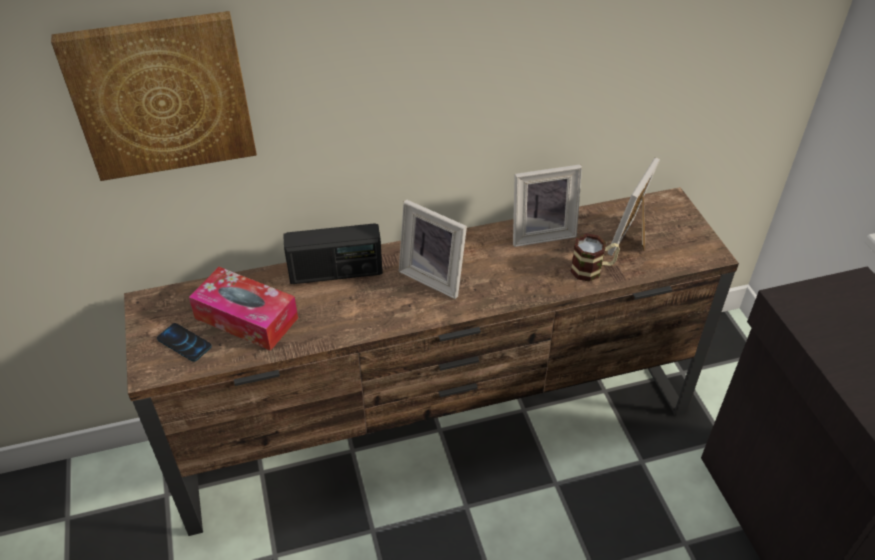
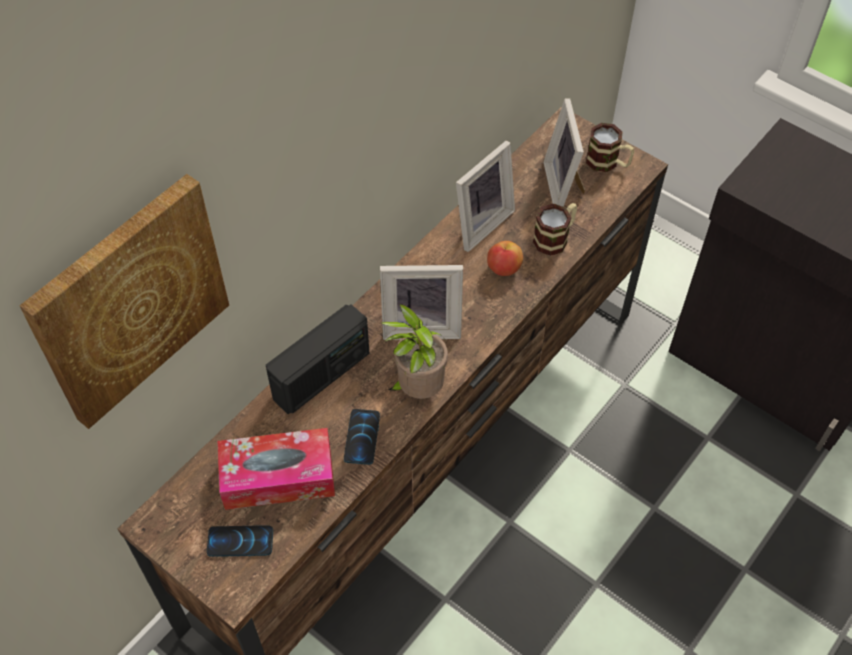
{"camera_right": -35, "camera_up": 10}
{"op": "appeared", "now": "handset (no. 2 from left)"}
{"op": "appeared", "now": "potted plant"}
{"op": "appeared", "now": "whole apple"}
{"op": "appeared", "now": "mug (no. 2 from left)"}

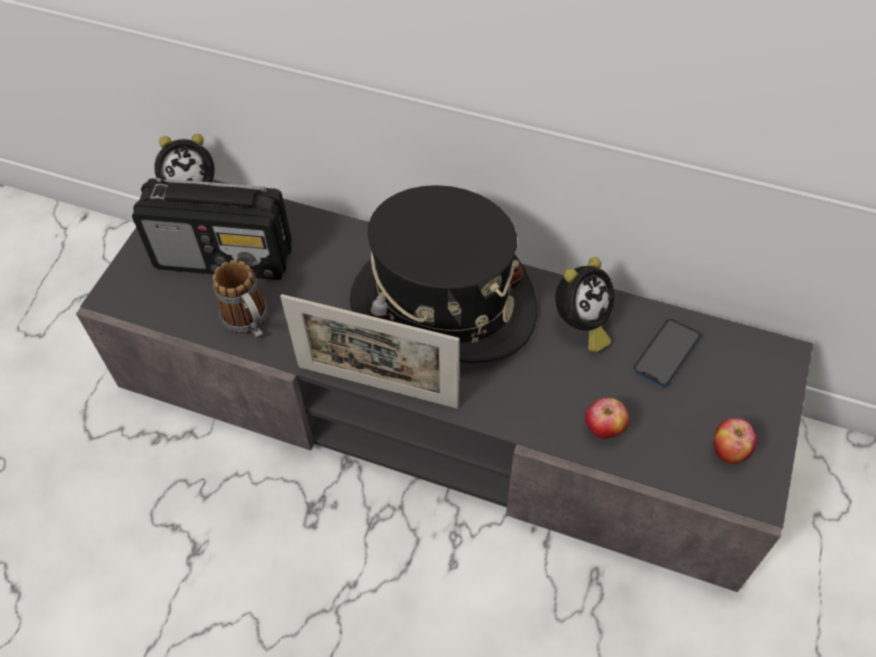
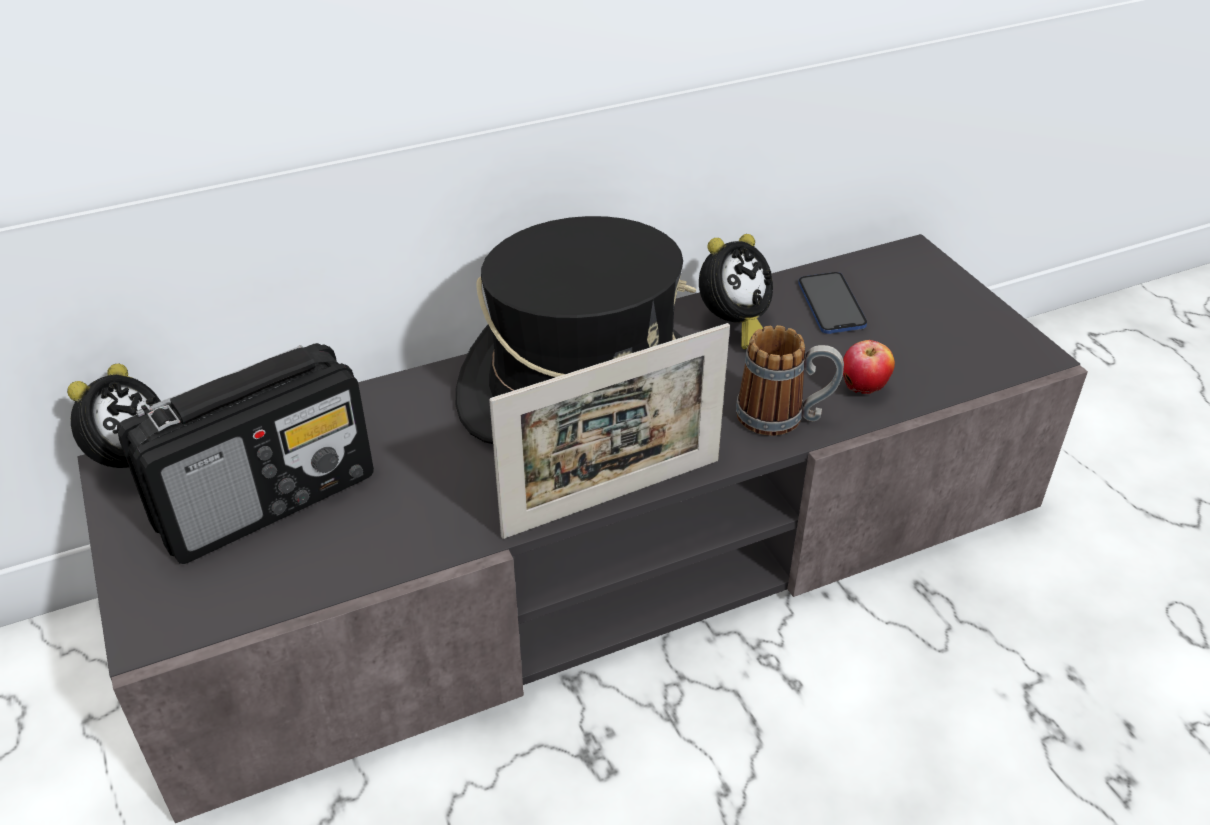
{"camera_right": -45, "camera_up": -15}
{"op": "spun", "was": "alarm clock (no. 2 from left)", "clockwise": 45}
{"op": "relocated", "was": "mug"}
{"op": "missing", "was": "whole apple (no. 2 from left)"}

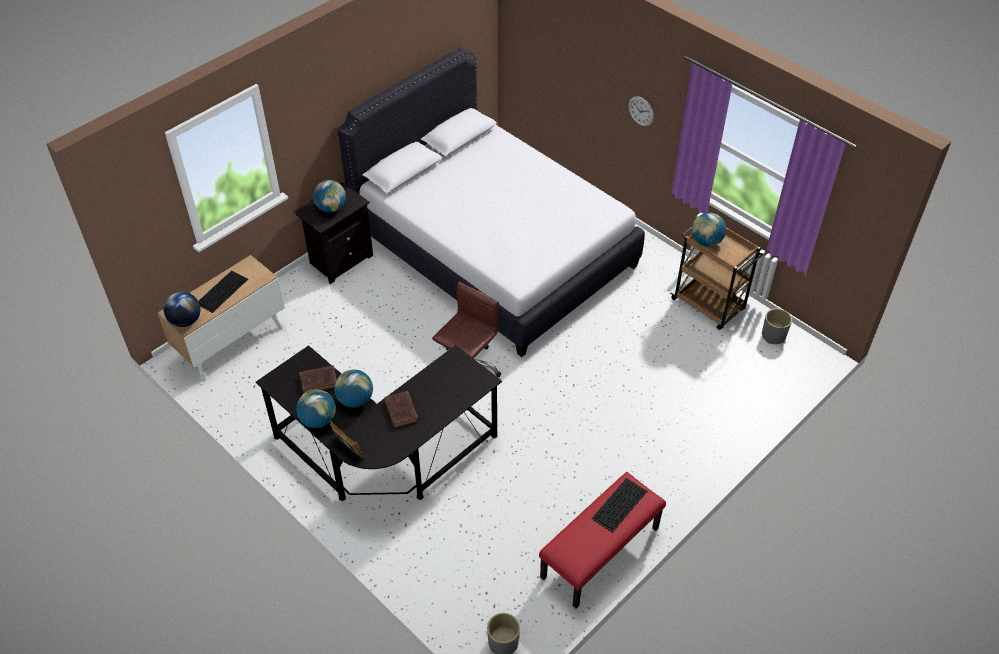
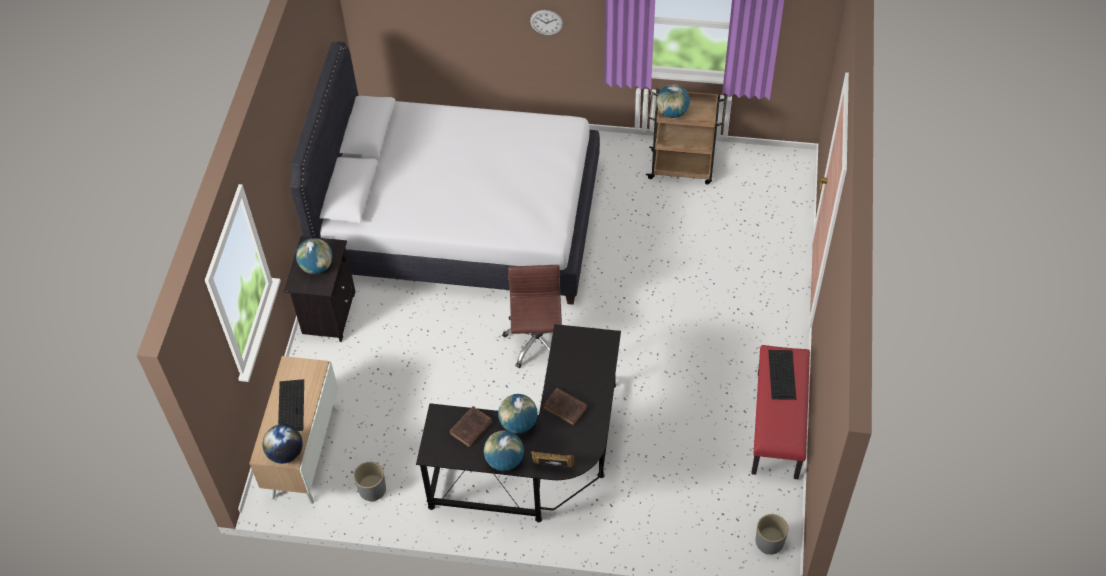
{"camera_right": -35, "camera_up": 5}
{"op": "relocated", "was": "flower pot/gray (no. 2 from left in the first image)", "now": "flower pot/gray (no. 1 from left)"}

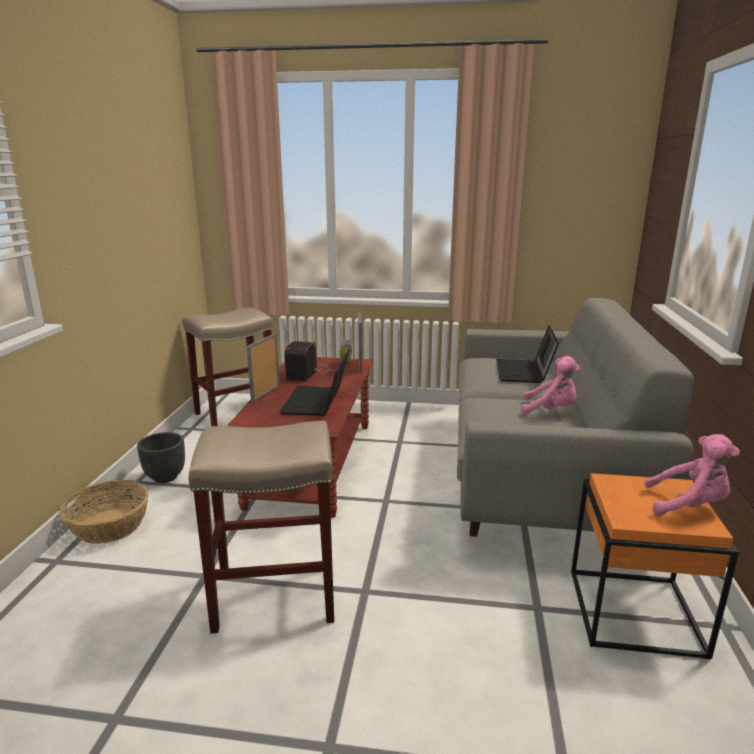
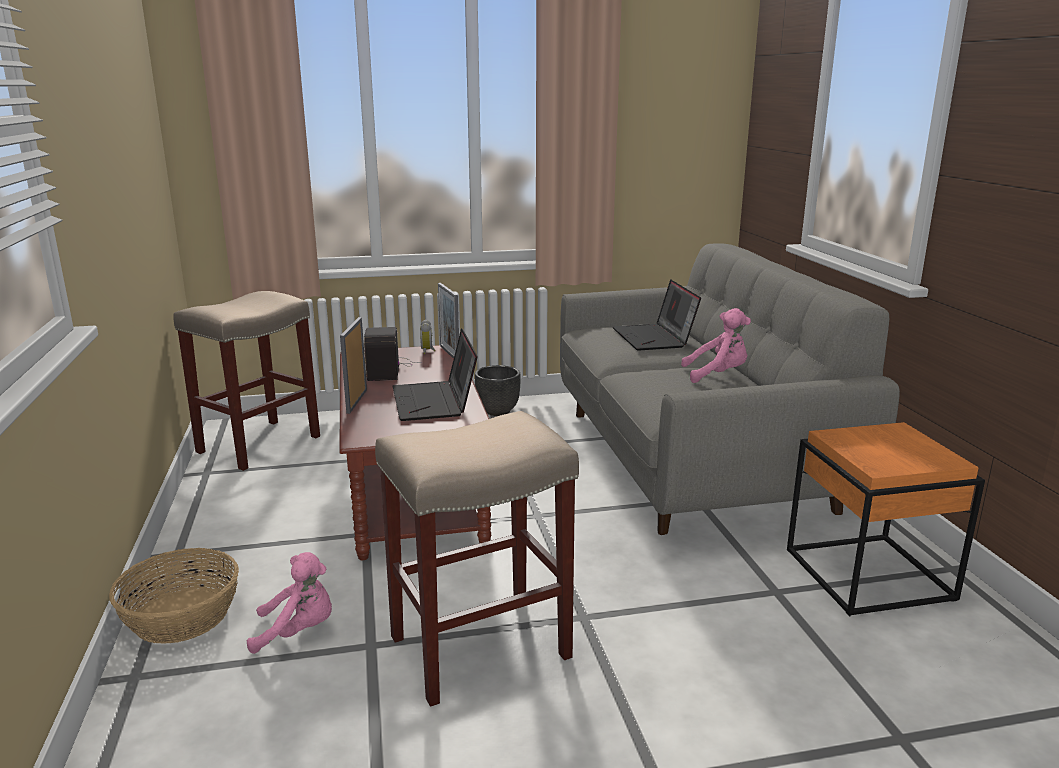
{"camera_right": -20, "camera_up": 0}
{"op": "relocated", "was": "plush toy/pinkish (no. 2 from left in the first image)", "now": "plush toy/pinkish (no. 1 from left)"}
{"op": "relocated", "was": "flower pot/blackish"}

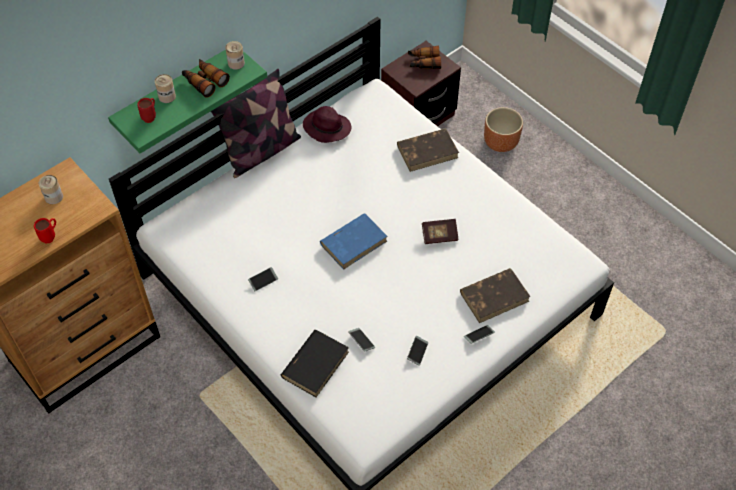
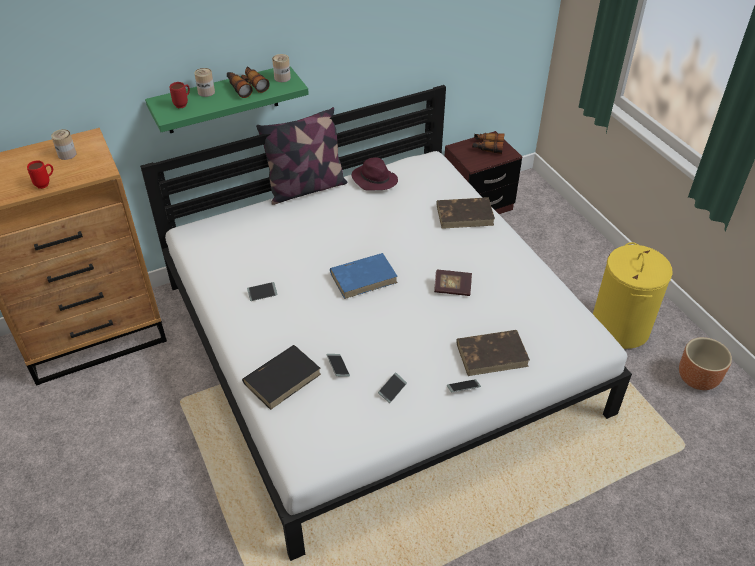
{"camera_right": 15, "camera_up": -10}
{"op": "appeared", "now": "laundry basket/yellowish"}
{"op": "relocated", "was": "flower pot/brown-coloured"}

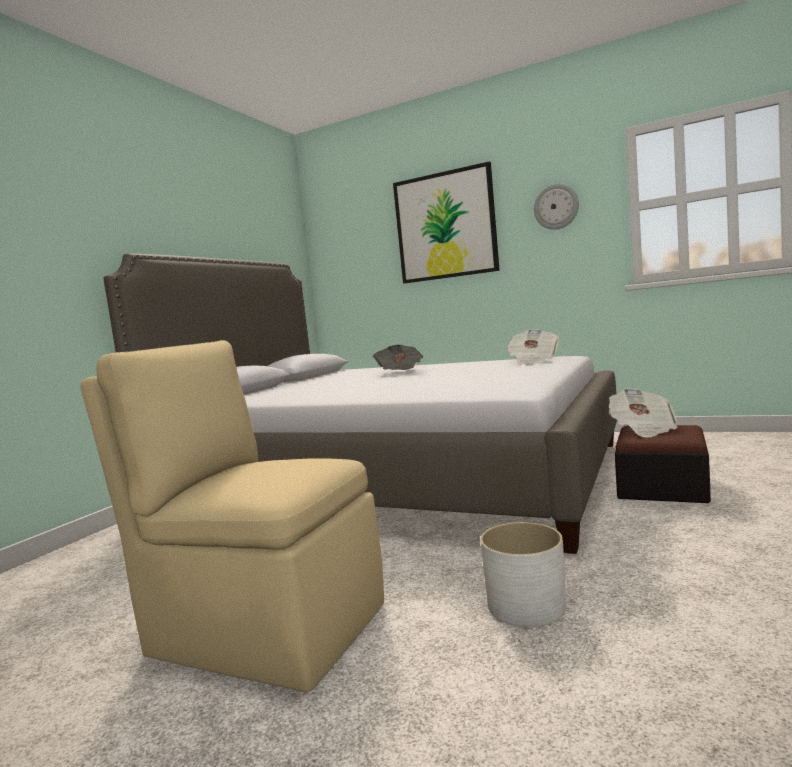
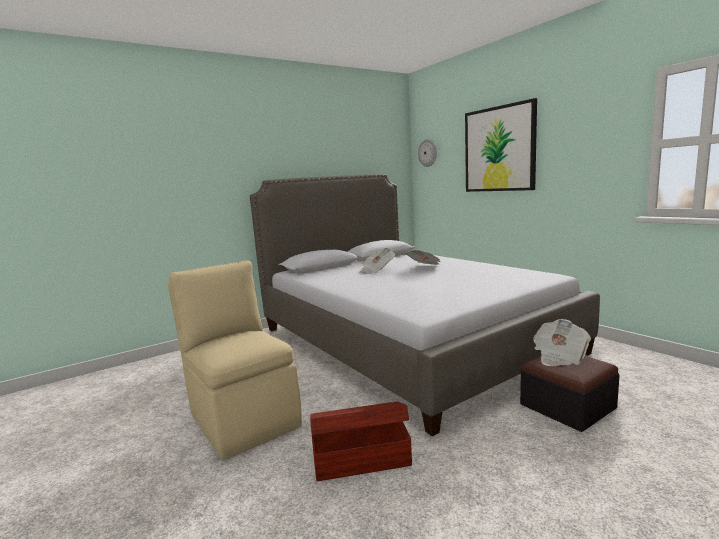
{"camera_right": 30, "camera_up": 5}
{"op": "exchanged", "was": "flower pot/white-coloured", "now": "storage bin/brown-coloured"}
{"op": "relocated", "was": "daily paper (no. 2 from left in the first image)", "now": "daily paper (no. 1 from left)"}
{"op": "relocated", "was": "hanging clock"}

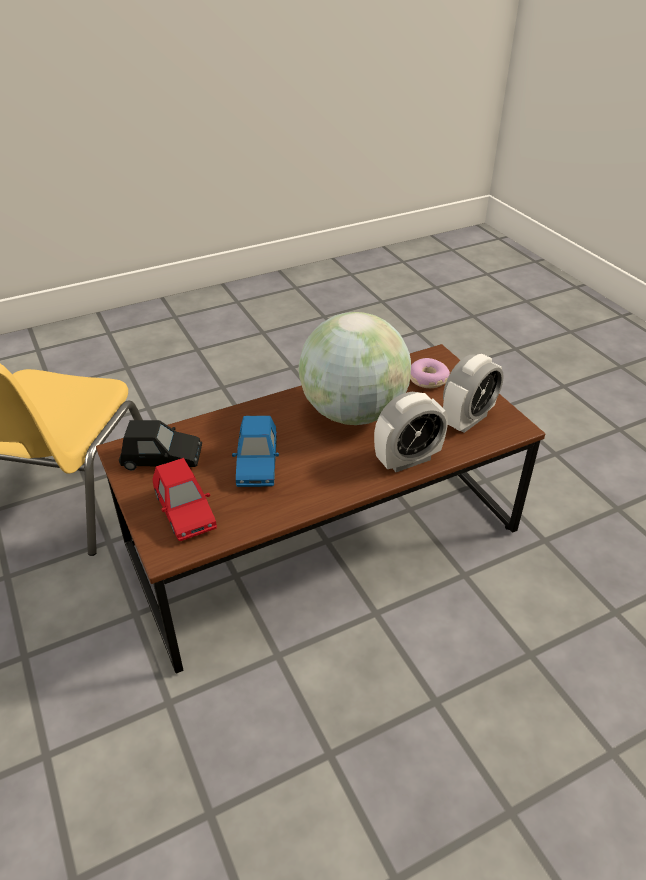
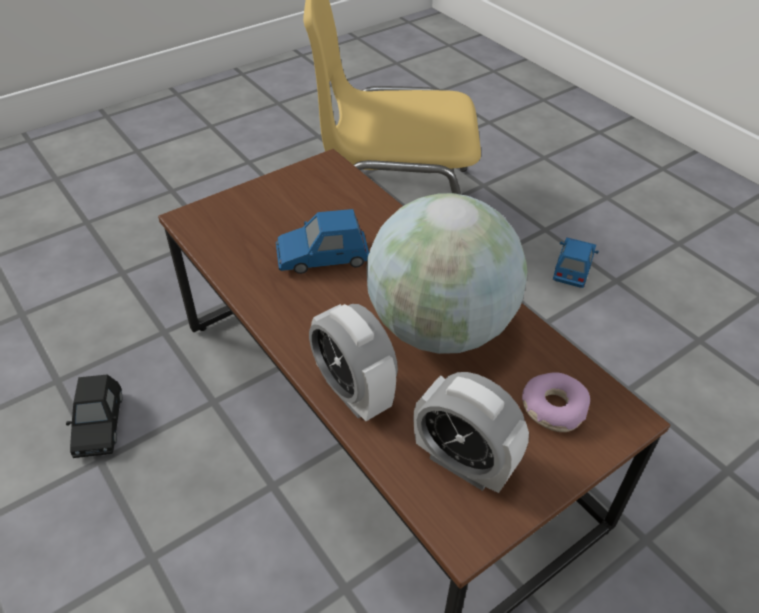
{"camera_right": 80, "camera_up": 5}
{"op": "relocated", "was": "toy car/blackish"}
{"op": "appeared", "now": "toy car/bluish (no. 2 from left)"}
{"op": "missing", "was": "toy car/reddish"}

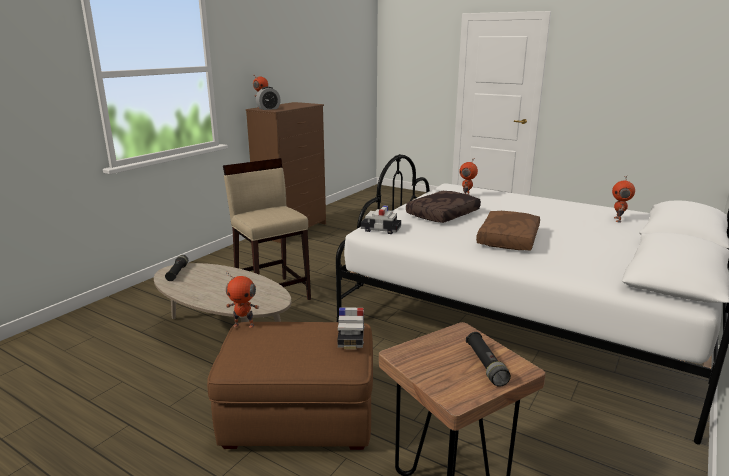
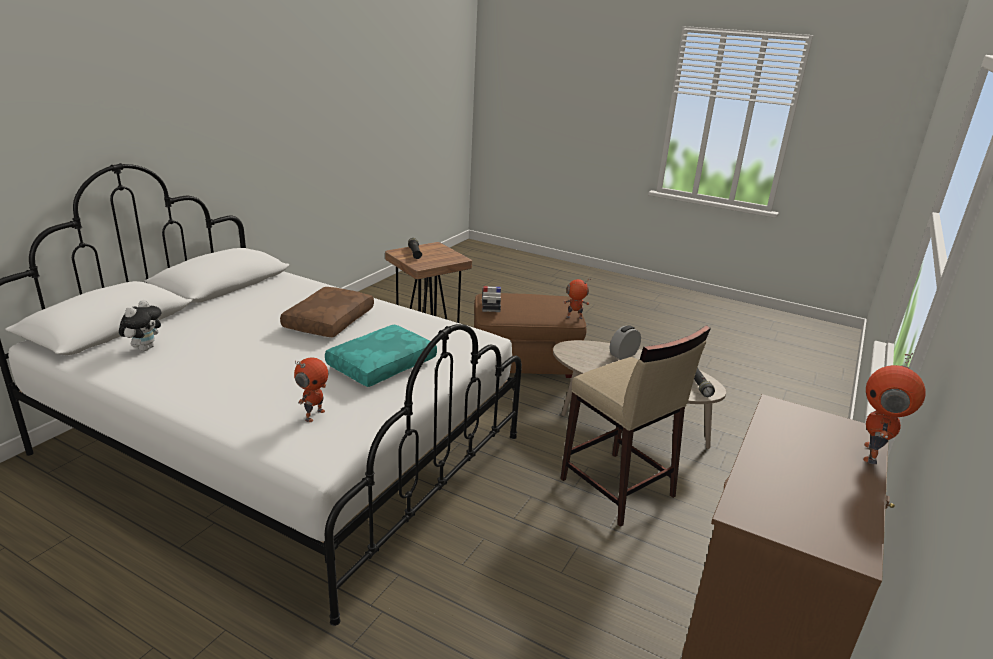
{"camera_right": 175, "camera_up": 5}
{"op": "exchanged", "was": "model robot (no. 4 from left)", "now": "plush toy"}
{"op": "colour", "was": "pillow/brown-coloured (no. 1 from left)", "now": "pillow/turquoise"}
{"op": "relocated", "was": "alarm clock"}
{"op": "missing", "was": "toy car (no. 2 from left)"}

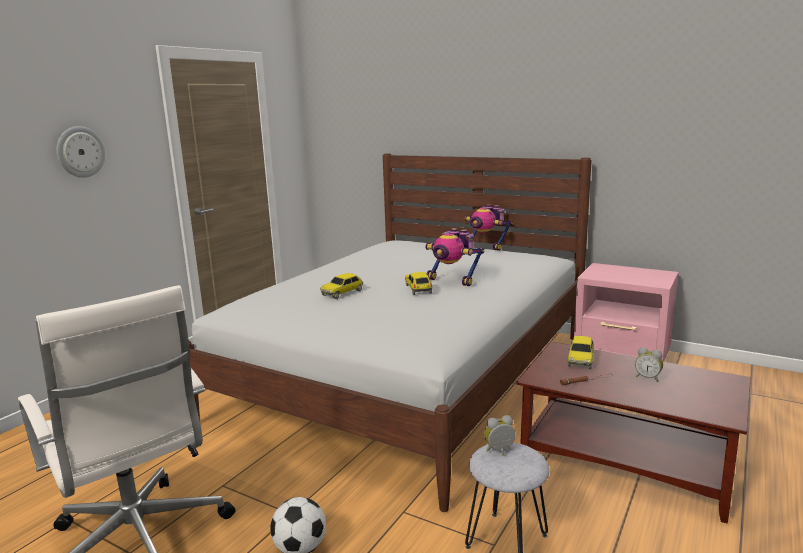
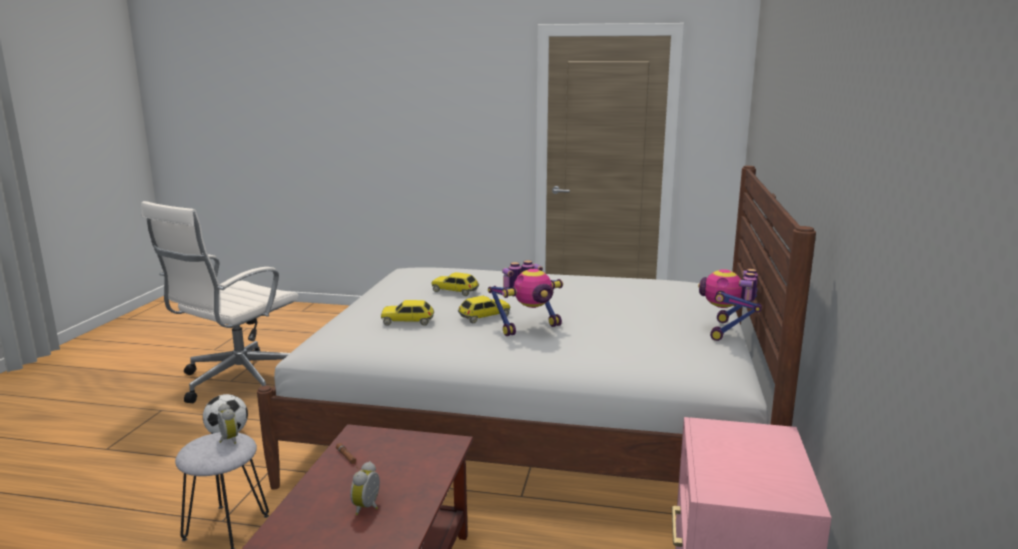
{"camera_right": 70, "camera_up": 0}
{"op": "relocated", "was": "toy car (no. 3 from left in the first image)", "now": "toy car (no. 1 from left)"}
{"op": "spun", "was": "model robot (no. 1 from left)", "clockwise": -135}
{"op": "missing", "was": "hanging clock"}

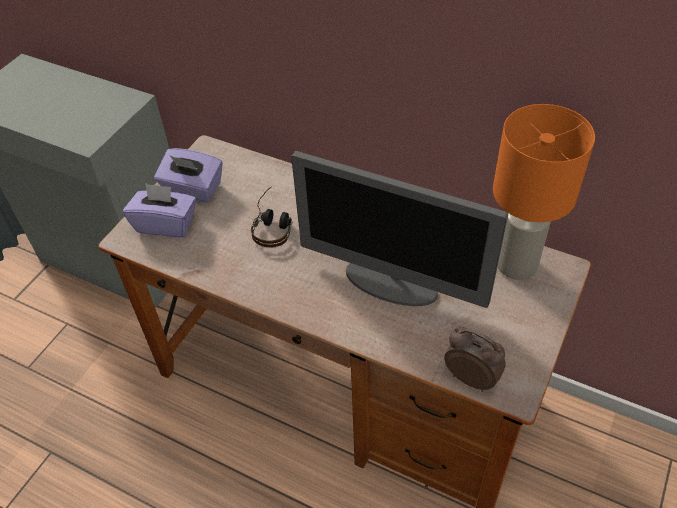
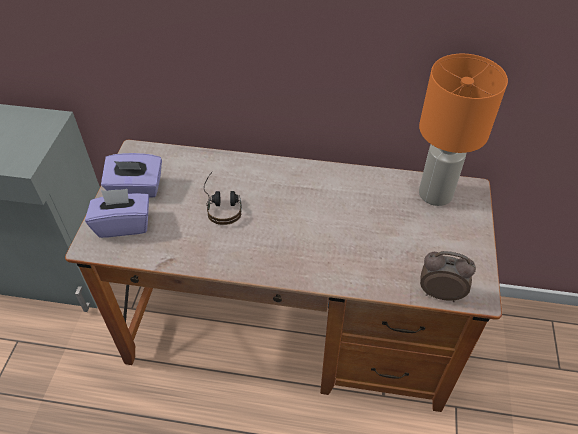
{"camera_right": -20, "camera_up": 0}
{"op": "missing", "was": "monitor"}

